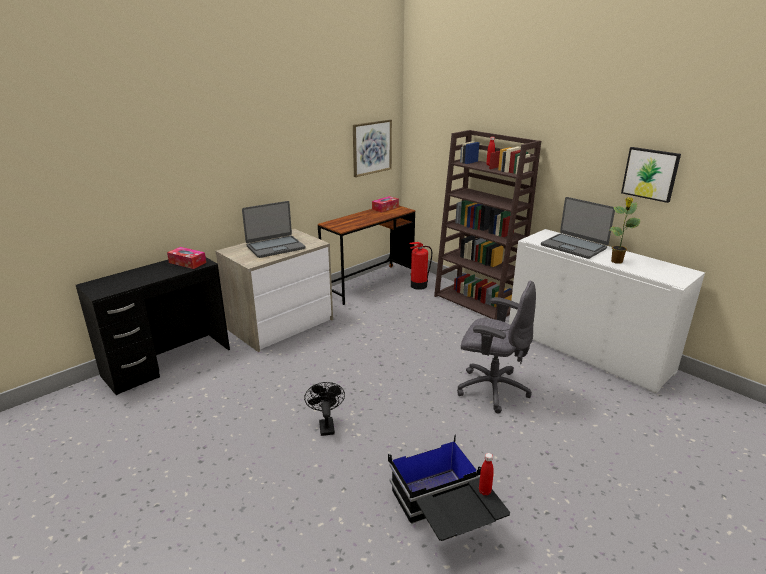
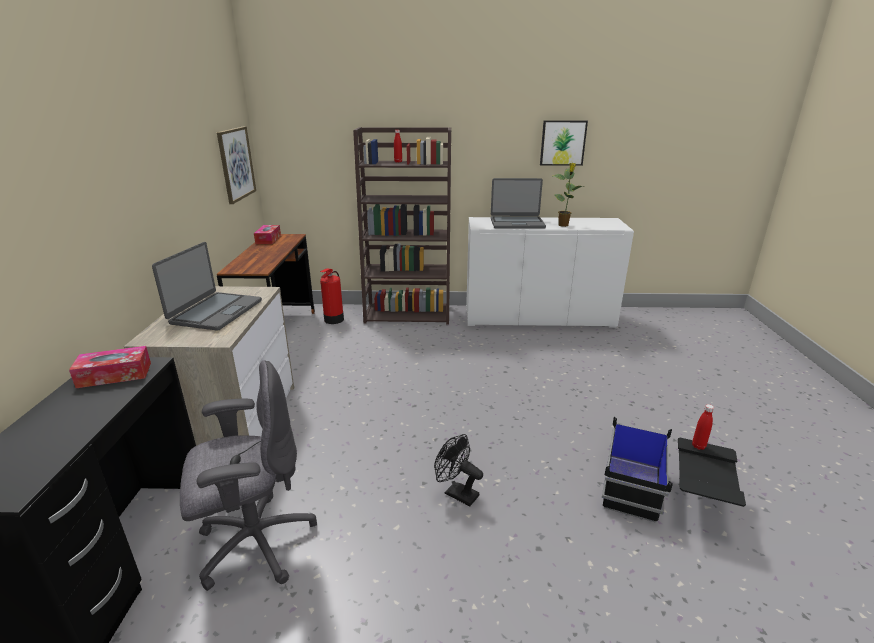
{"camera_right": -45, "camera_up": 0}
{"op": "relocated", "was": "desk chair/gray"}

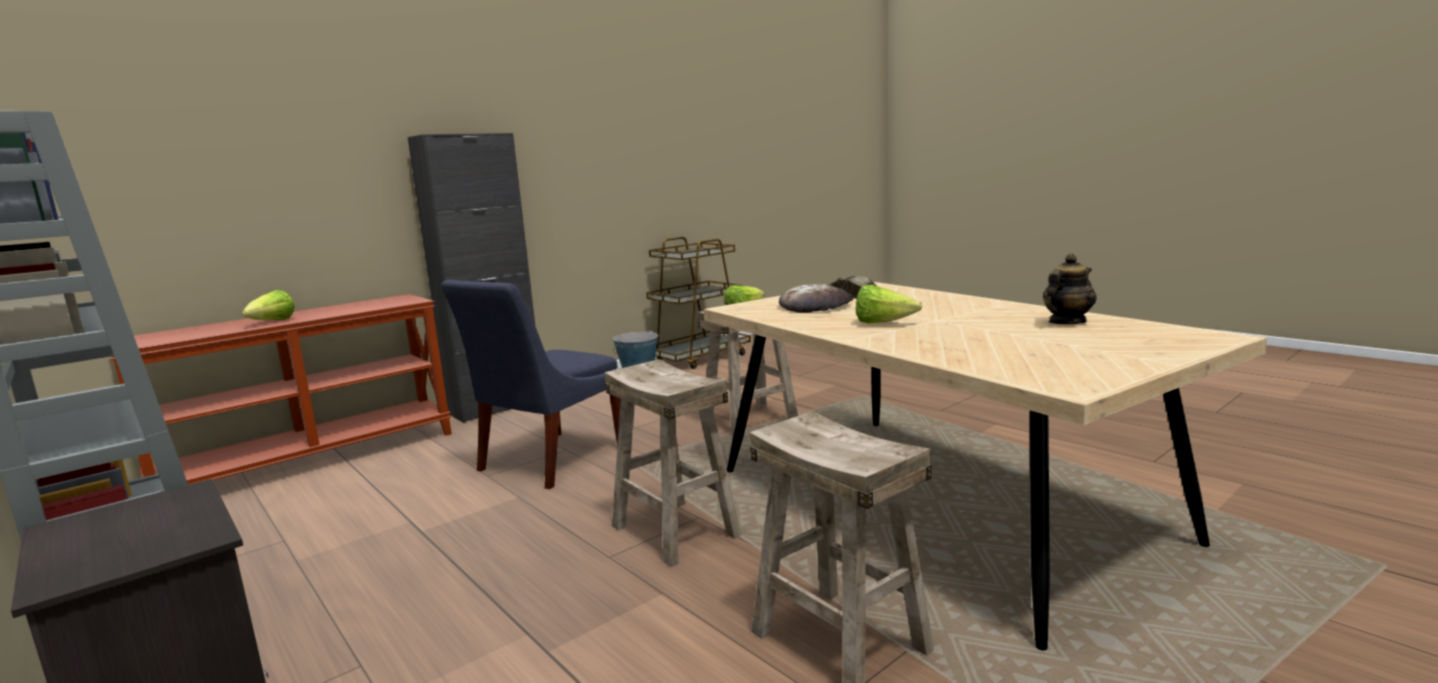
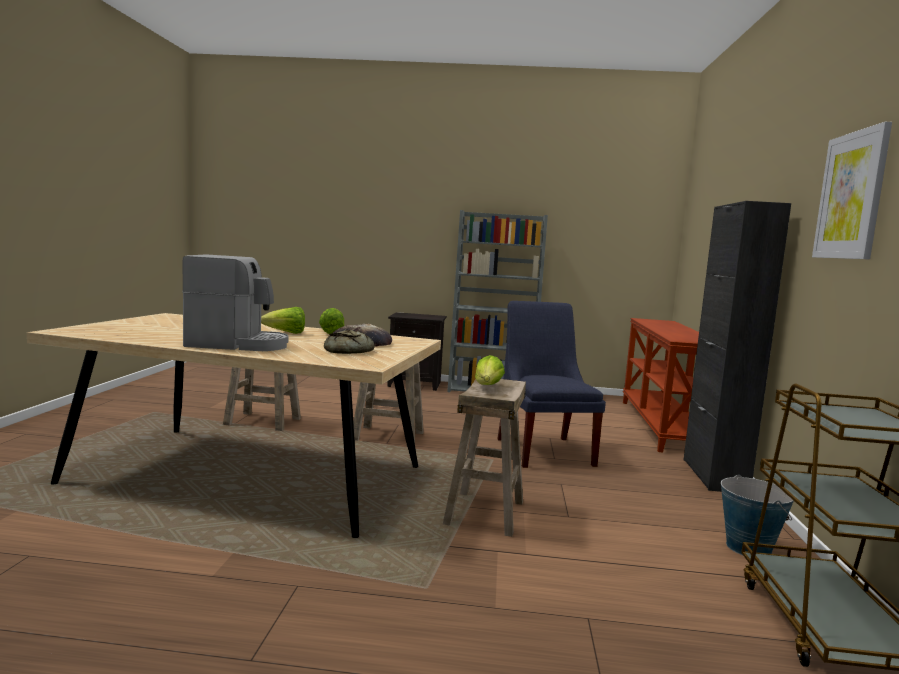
{"camera_right": 135, "camera_up": -5}
{"op": "appeared", "now": "coffee machine"}
{"op": "relocated", "was": "lettuce (no. 1 from left in the first image)", "now": "lettuce (no. 2 from left)"}
{"op": "appeared", "now": "wall picture"}
{"op": "missing", "was": "teapot"}

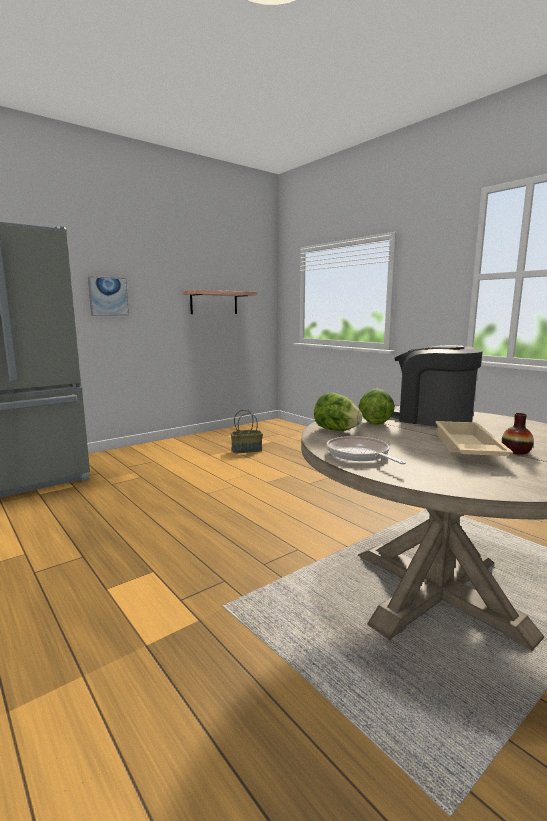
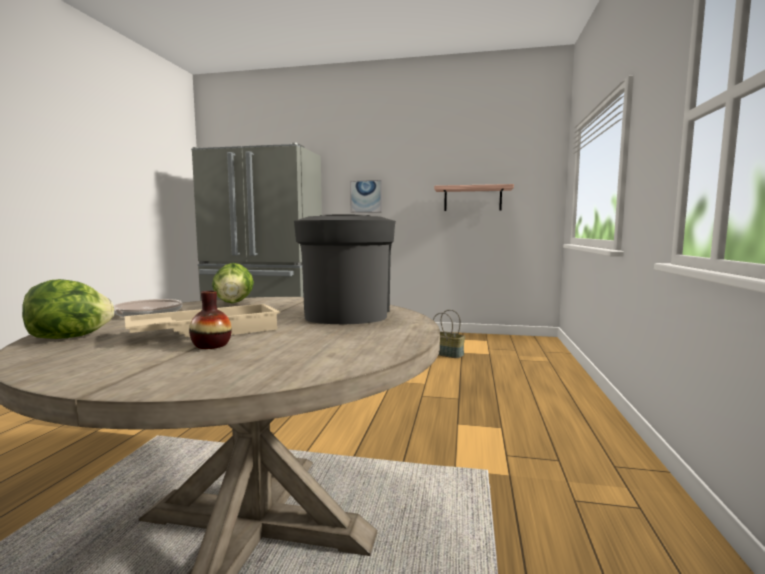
{"camera_right": 50, "camera_up": -5}
{"op": "relocated", "was": "lettuce (no. 2 from left in the first image)", "now": "lettuce (no. 1 from left)"}

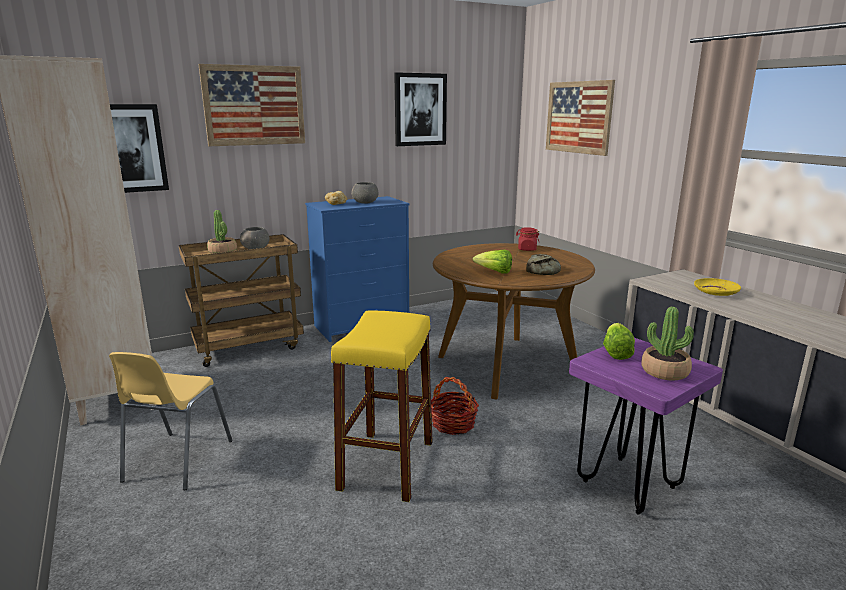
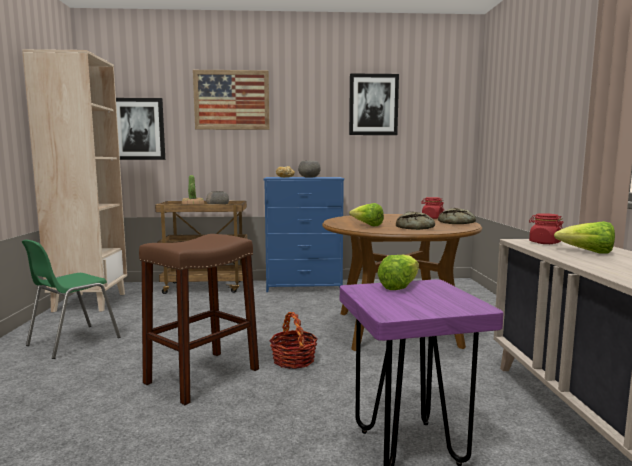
{"camera_right": 25, "camera_up": -10}
{"op": "colour", "was": "chair/yellowish", "now": "chair/green-coloured"}
{"op": "colour", "was": "stool/yellowish", "now": "stool/brown-coloured"}
{"op": "appeared", "now": "baked bread (no. 3 from left)"}
{"op": "appeared", "now": "preserve jar/reddish (no. 2 from left)"}
{"op": "exchanged", "was": "plate/yellowish", "now": "lettuce (no. 3 from left)"}
{"op": "missing", "was": "wall picture (no. 4 from left)"}
{"op": "missing", "was": "potted plant (no. 2 from left)"}

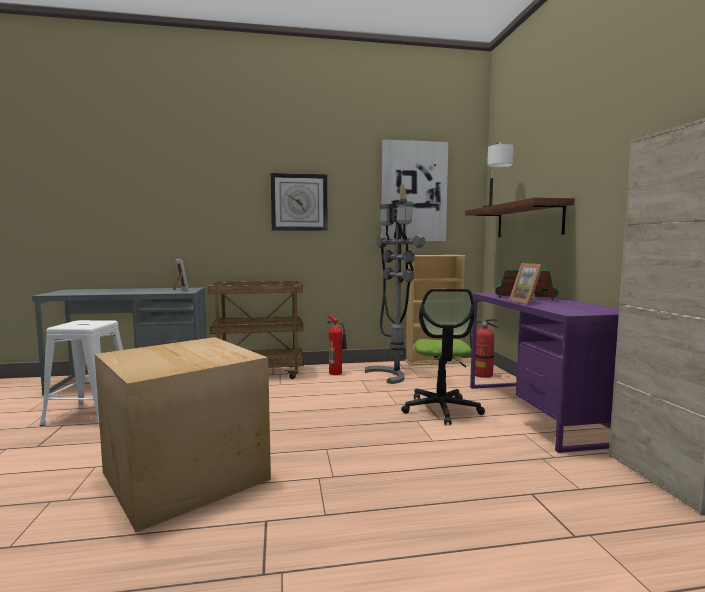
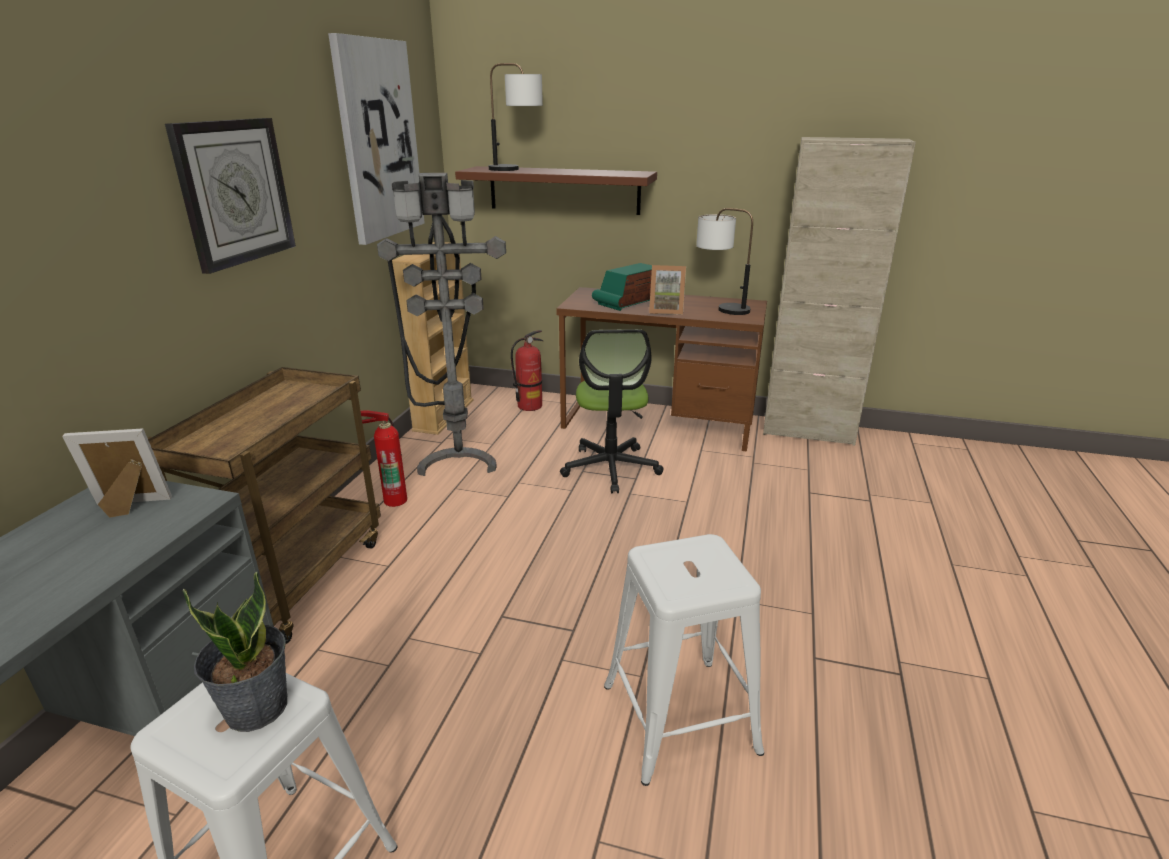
{"camera_right": -65, "camera_up": 20}
{"op": "appeared", "now": "potted plant"}
{"op": "colour", "was": "desk unit/purple", "now": "desk unit/brown-coloured"}
{"op": "spun", "was": "desk chair", "clockwise": 60}
{"op": "exchanged", "was": "cardboard box", "now": "stool/white-coloured (no. 2 from left)"}
{"op": "appeared", "now": "table lamp (no. 2 from left)"}

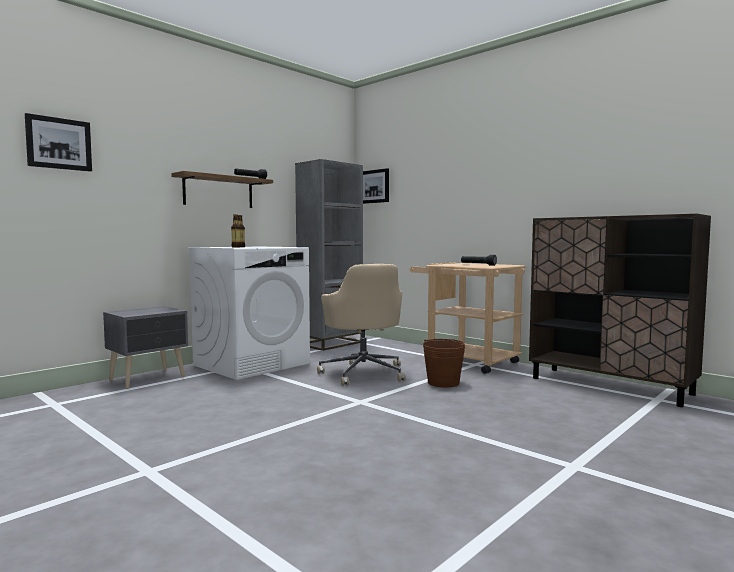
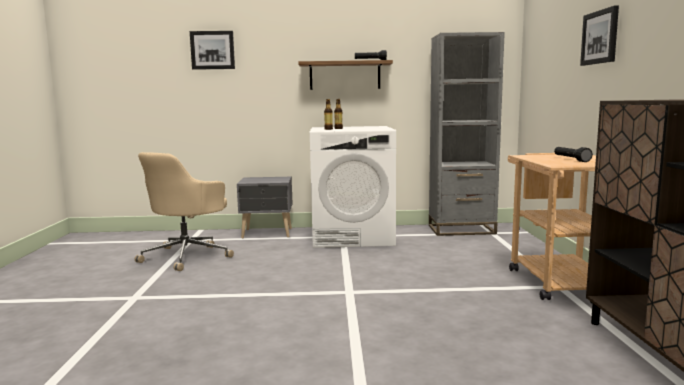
{"camera_right": 45, "camera_up": 5}
{"op": "relocated", "was": "desk chair/beige"}
{"op": "relocated", "was": "wall picture (no. 2 from left)"}
{"op": "missing", "was": "water bucket/brown-coloured"}

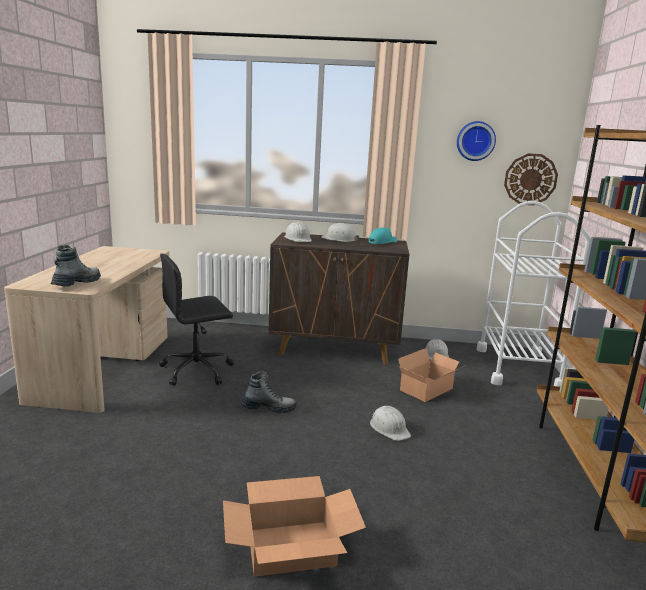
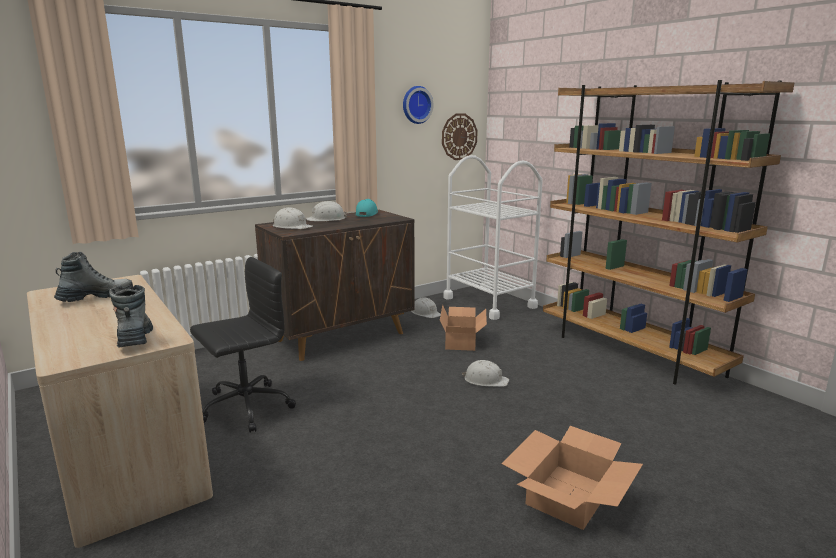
{"camera_right": -40, "camera_up": 0}
{"op": "relocated", "was": "tall boot (no. 2 from left in the first image)", "now": "tall boot (no. 1 from left)"}
{"op": "spun", "was": "desk chair/blackish", "clockwise": -150}

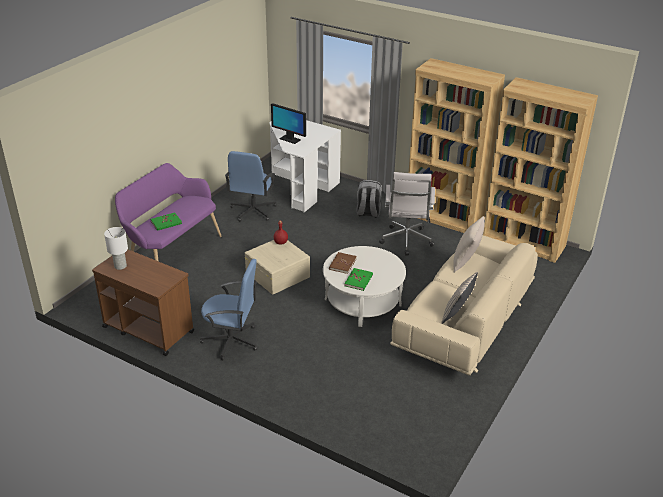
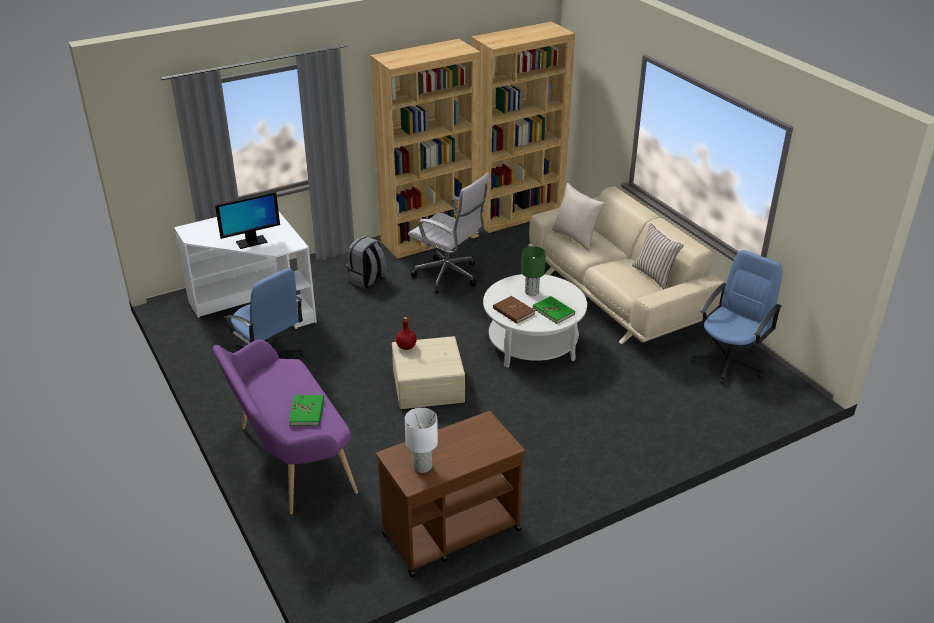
{"camera_right": -60, "camera_up": 0}
{"op": "appeared", "now": "table lamp/green-coloured"}
{"op": "relocated", "was": "desk chair/bluish (no. 1 from left in the first image)", "now": "desk chair/bluish (no. 2 from left)"}

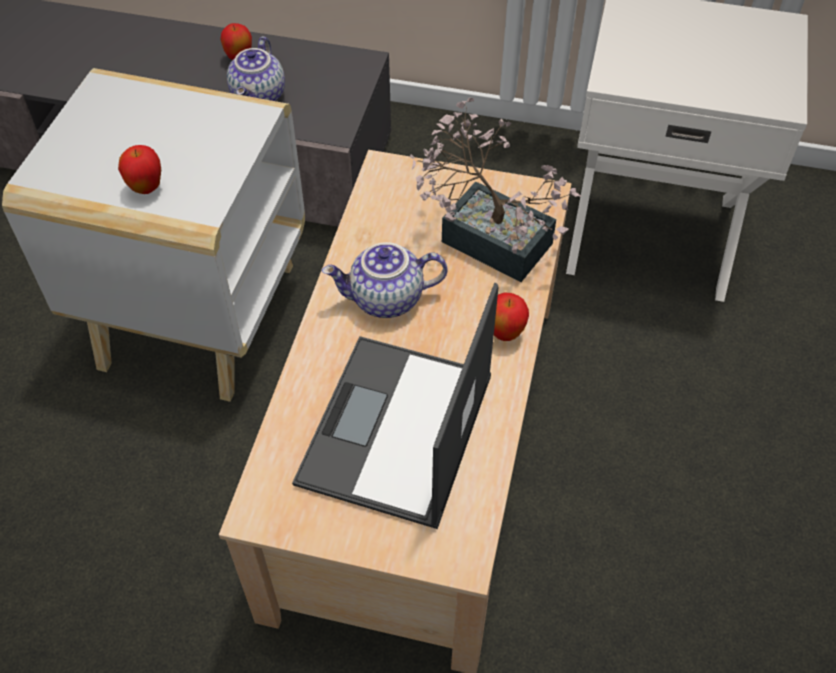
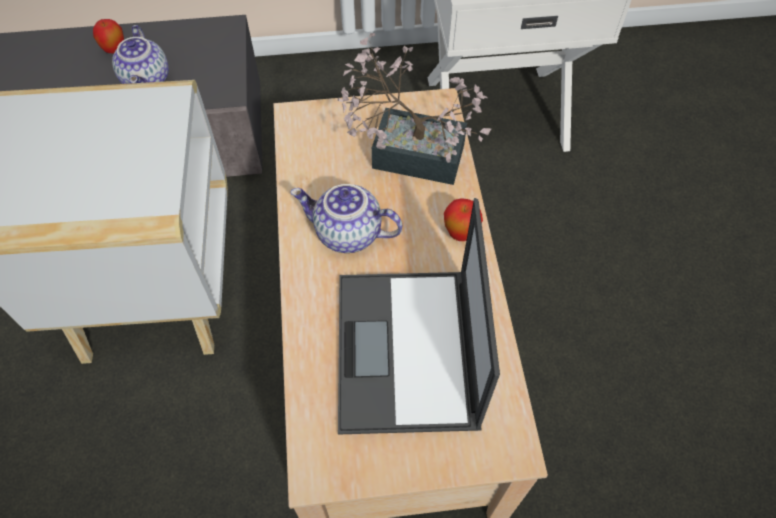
{"camera_right": -20, "camera_up": 5}
{"op": "spun", "was": "teapot (no. 2 from left)", "clockwise": 45}
{"op": "missing", "was": "whole apple (no. 1 from left)"}

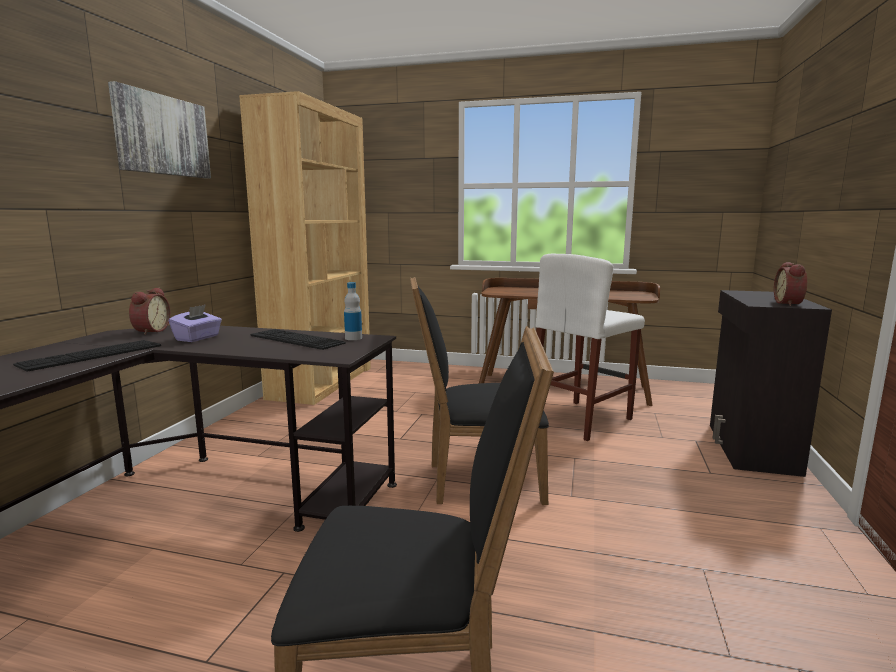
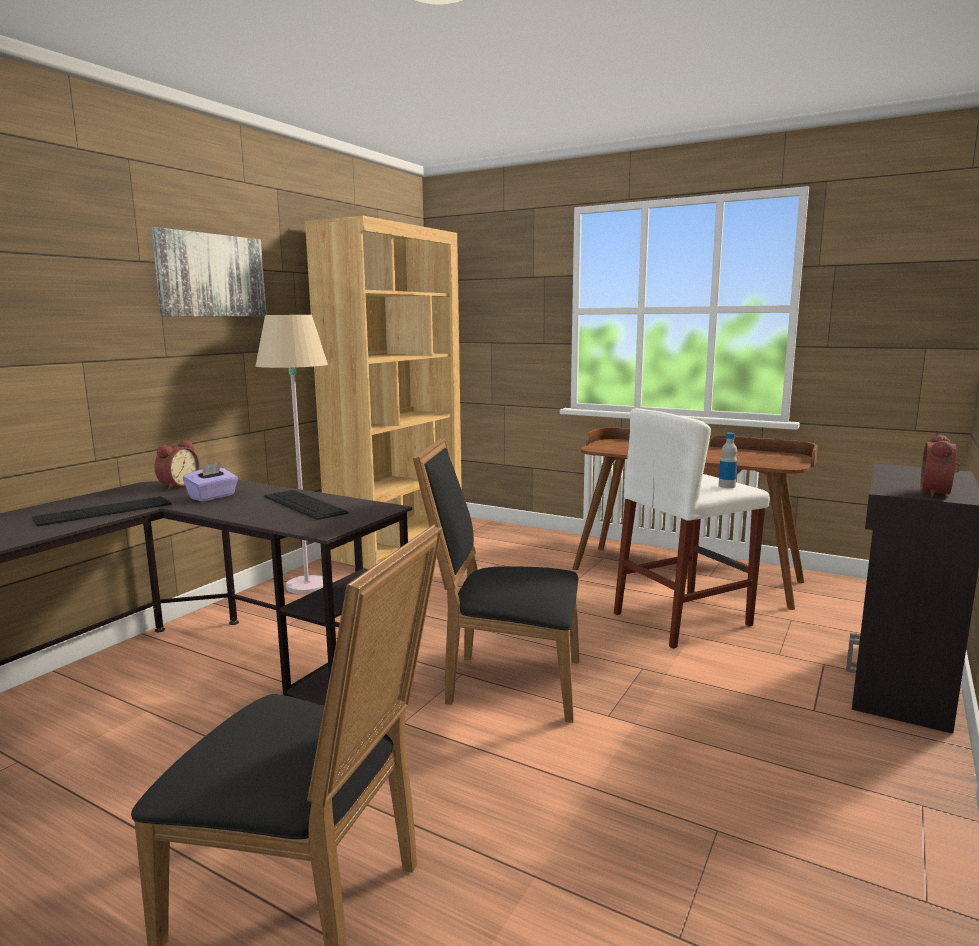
{"camera_right": 15, "camera_up": 0}
{"op": "appeared", "now": "floor lamp/beige"}
{"op": "relocated", "was": "drink bottle"}

